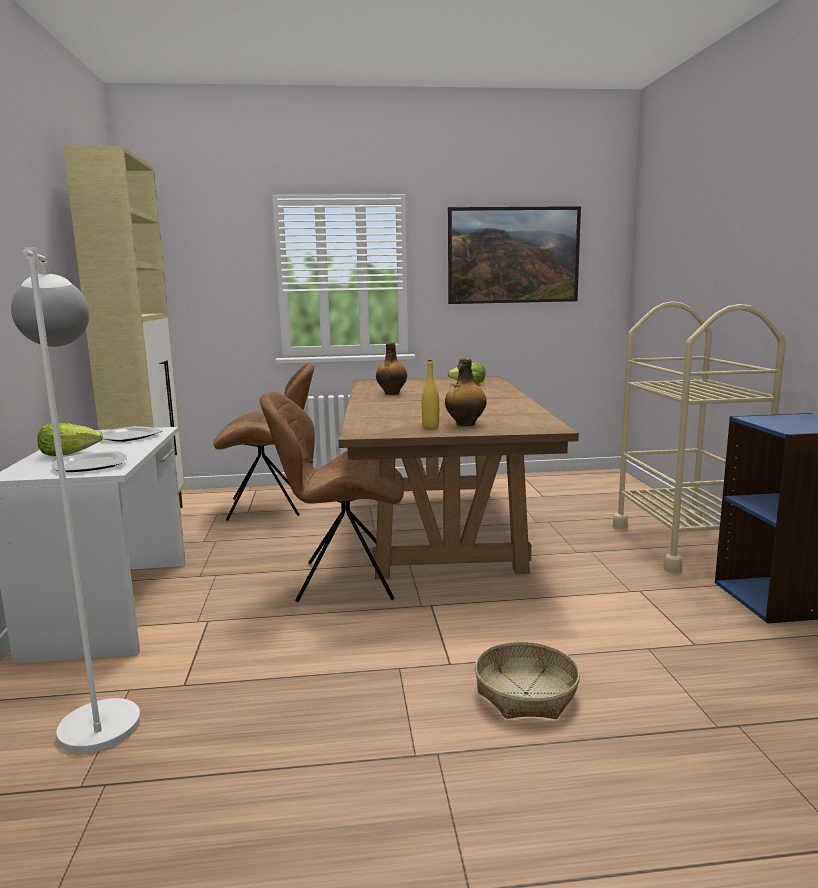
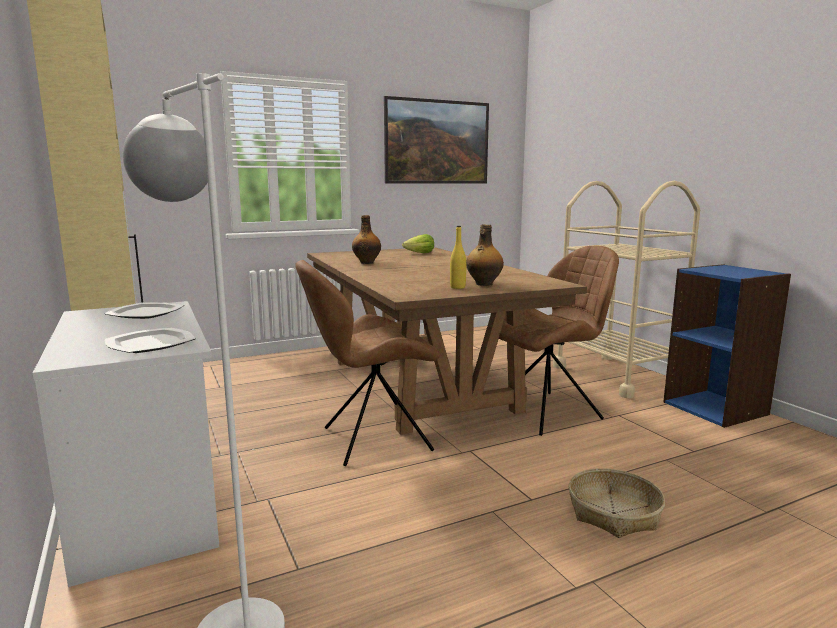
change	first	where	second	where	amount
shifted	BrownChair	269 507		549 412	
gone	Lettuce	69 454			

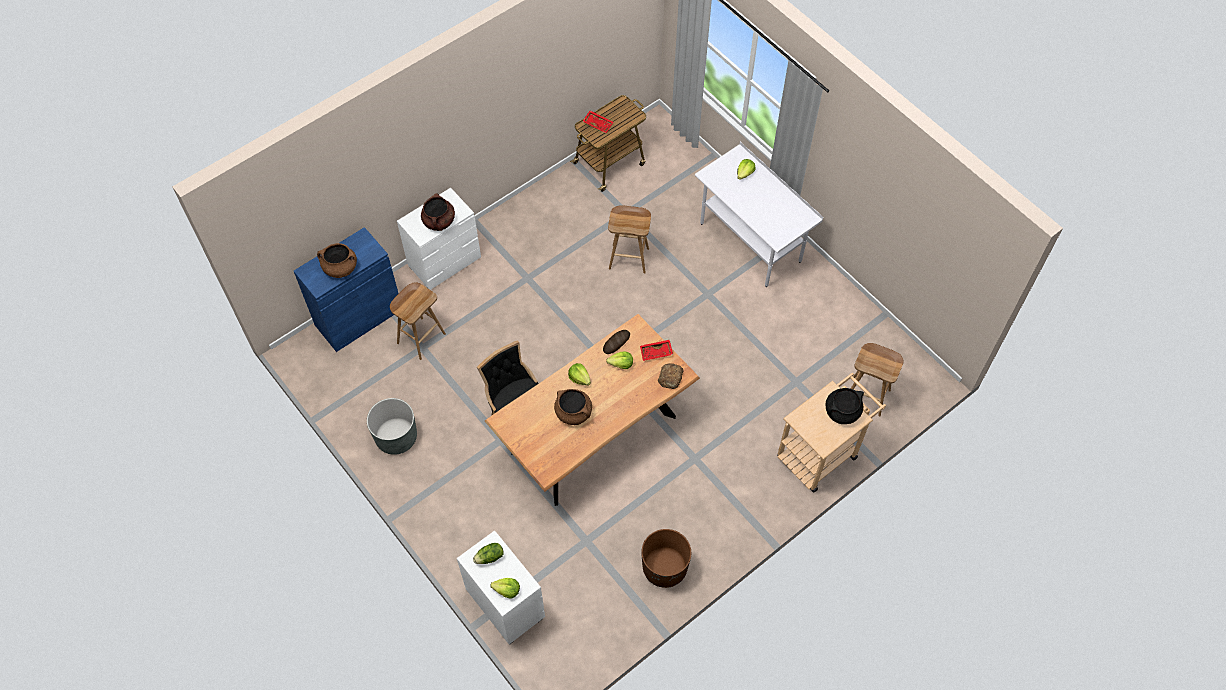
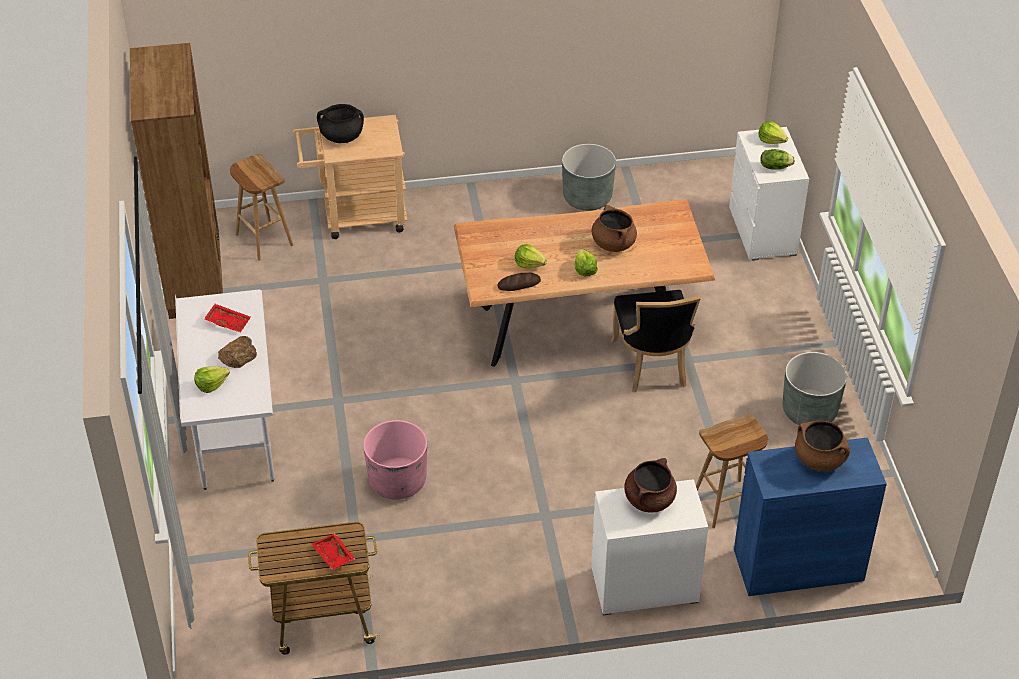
change	first	where	second	where	amount
new			BrownBookcase	195 278	
shifted	RedTray	656 353		228 321	
shifted	Bread	670 377		238 355	
swapped	BrownStool	629 258	PinkPlanter	397 481	
repainted	BrownPlanter	664 568	GreyPlanter	587 197	

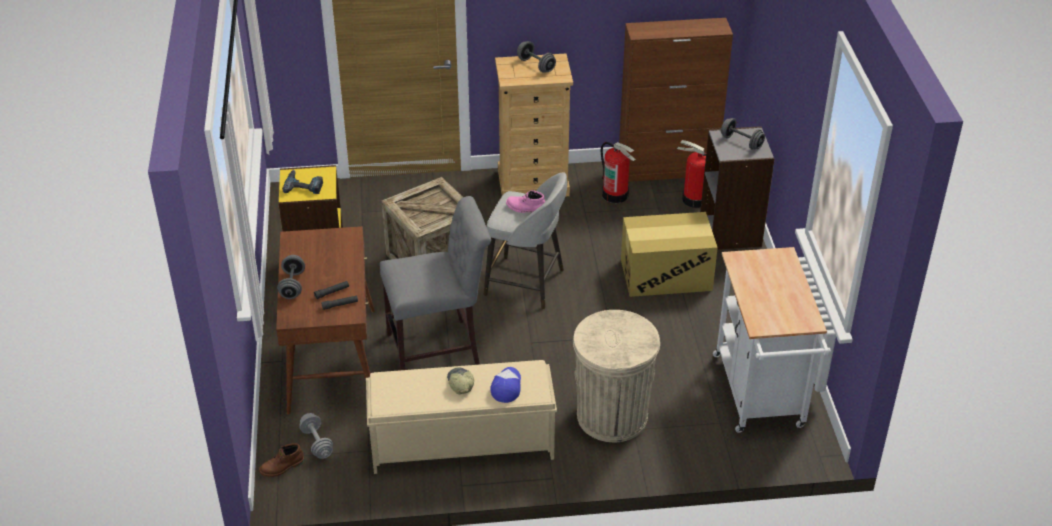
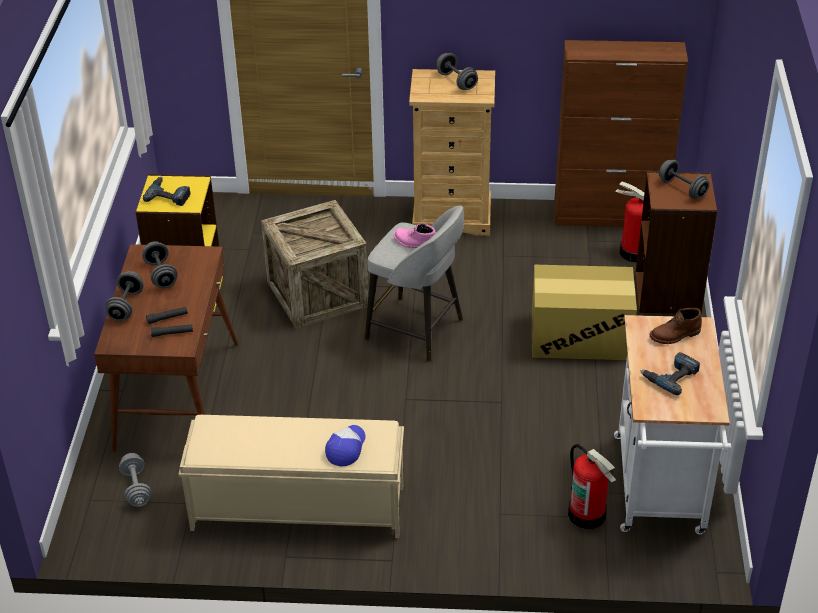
change	first	where	second	where	amount
new			GreyDumbbell	161 275	
shifted	FireExtinguisher	615 194		587 514	
repainted	GreyBookcase	731 231	BrownBookcase	669 293	
new			PowerDrill	670 376	
shifted	BrownBoot	282 467		675 336	
gone	GreyChair	439 348			
gone	Cap	460 383			
gone	BeigeTrashCan	612 416			

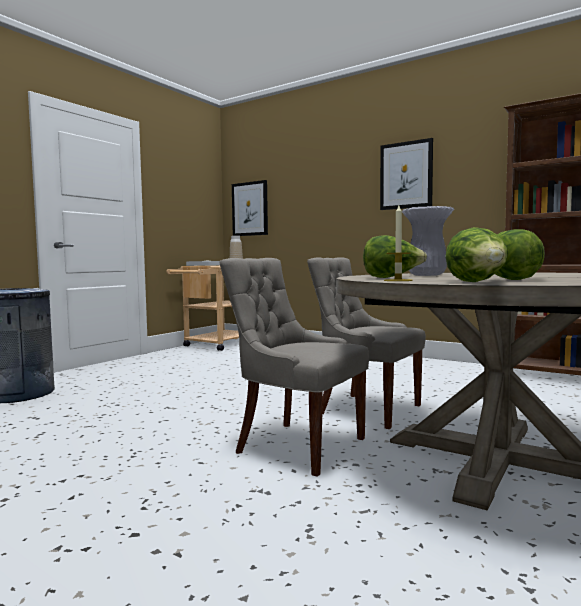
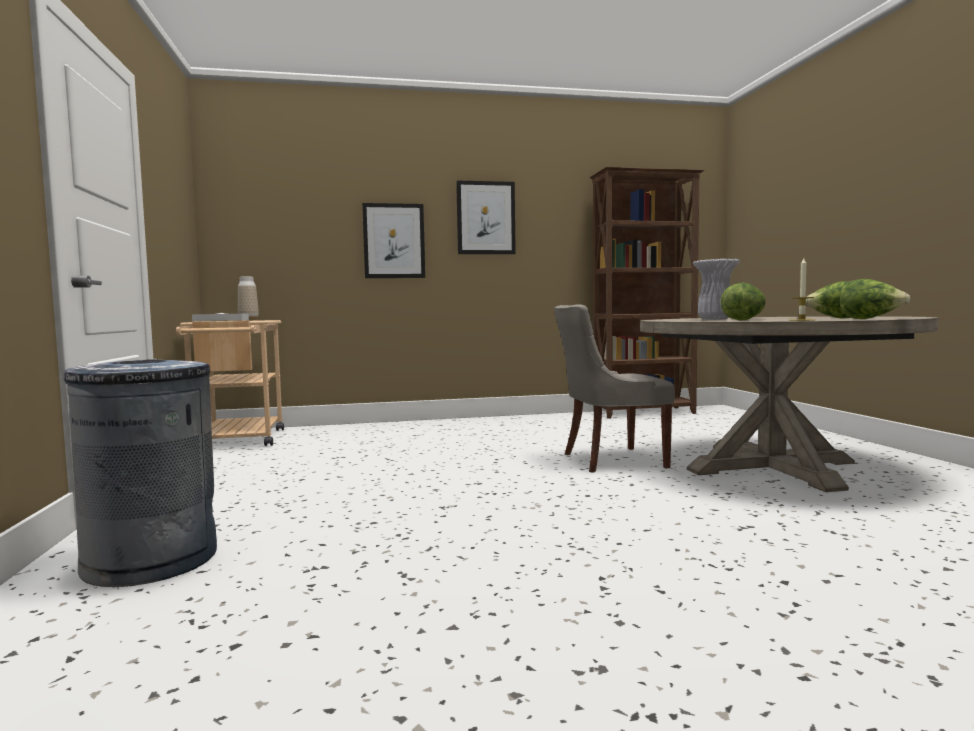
change	first	where	second	where	amount
shifted	Picture	250 209		394 241	
gone	GreyChair	297 445			

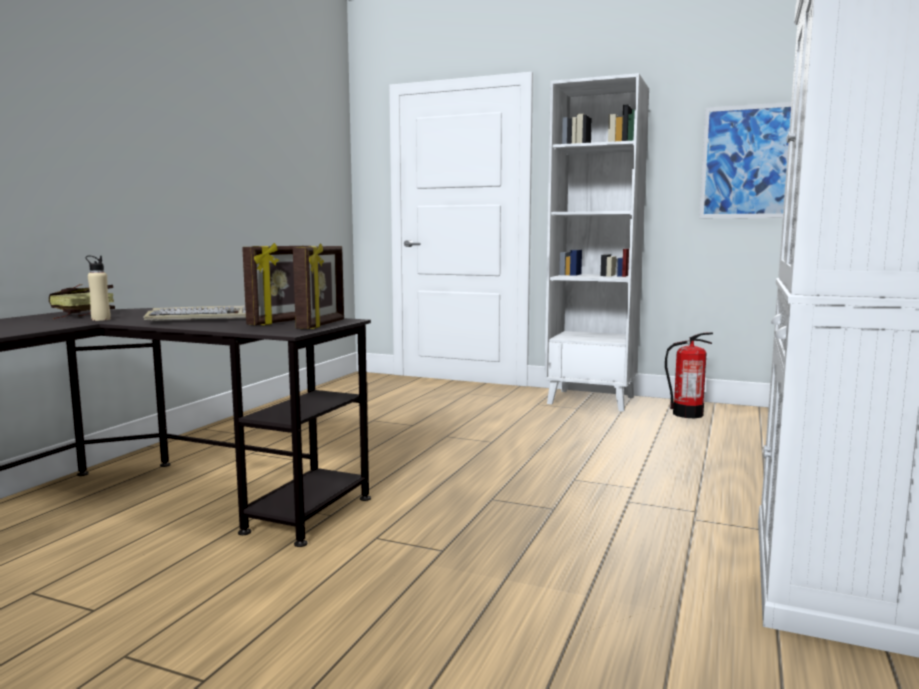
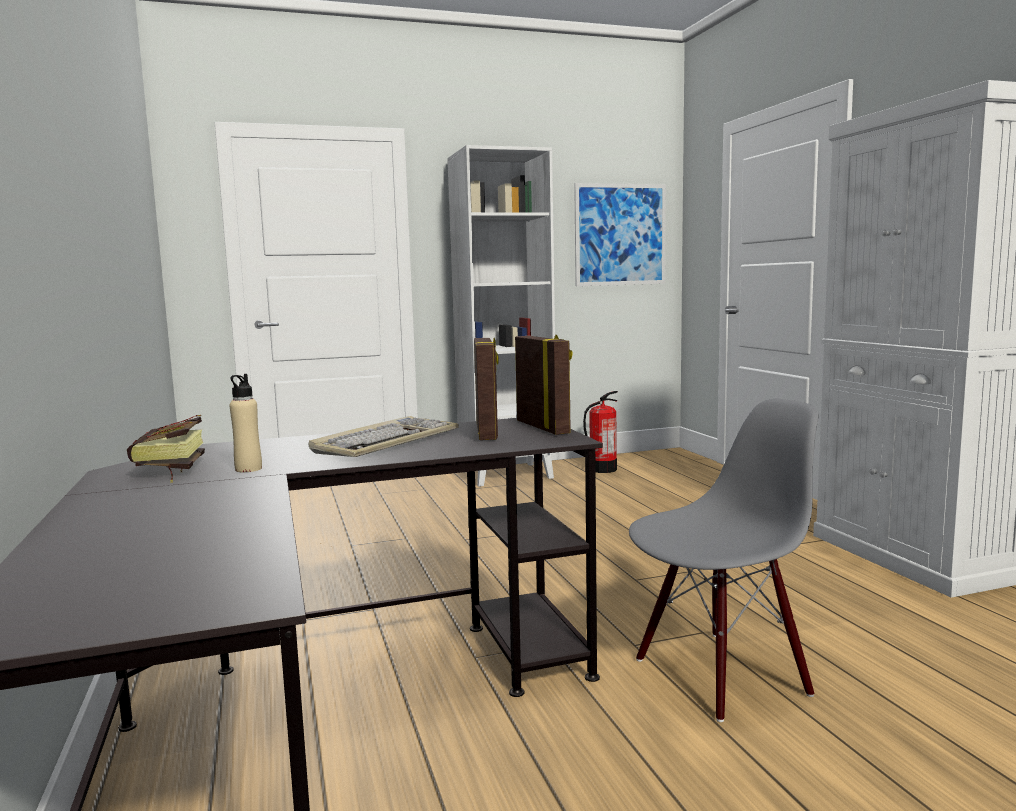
change	first	where	second	where	amount
new			GreyChair	720 674	

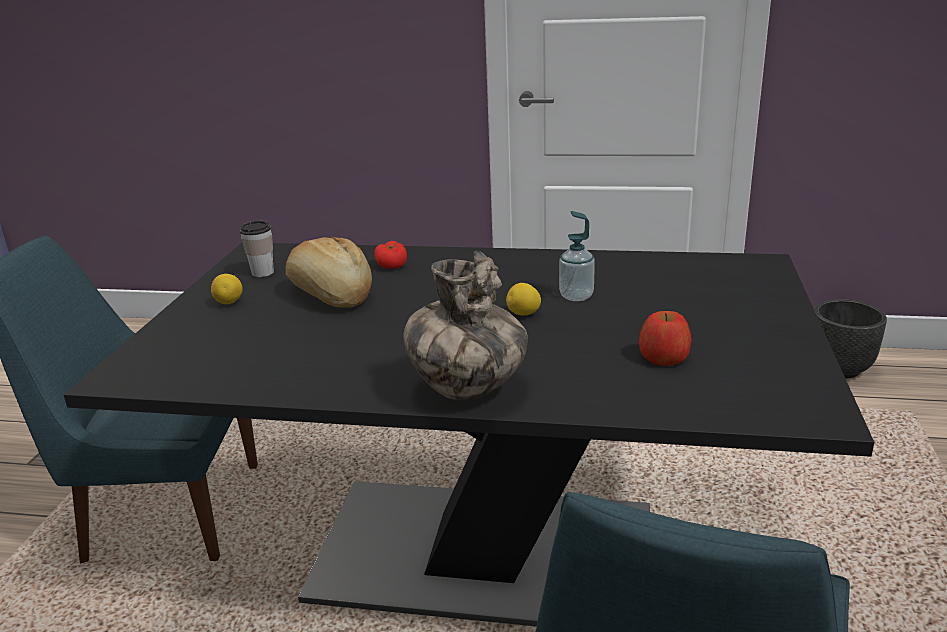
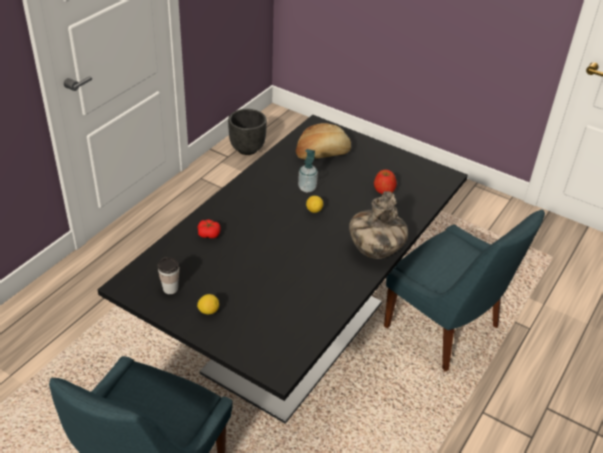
change	first	where	second	where	amount
shifted	Bread	330 295		322 154	

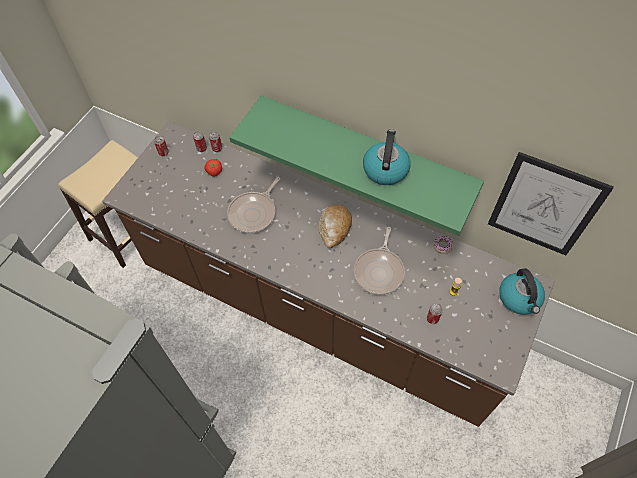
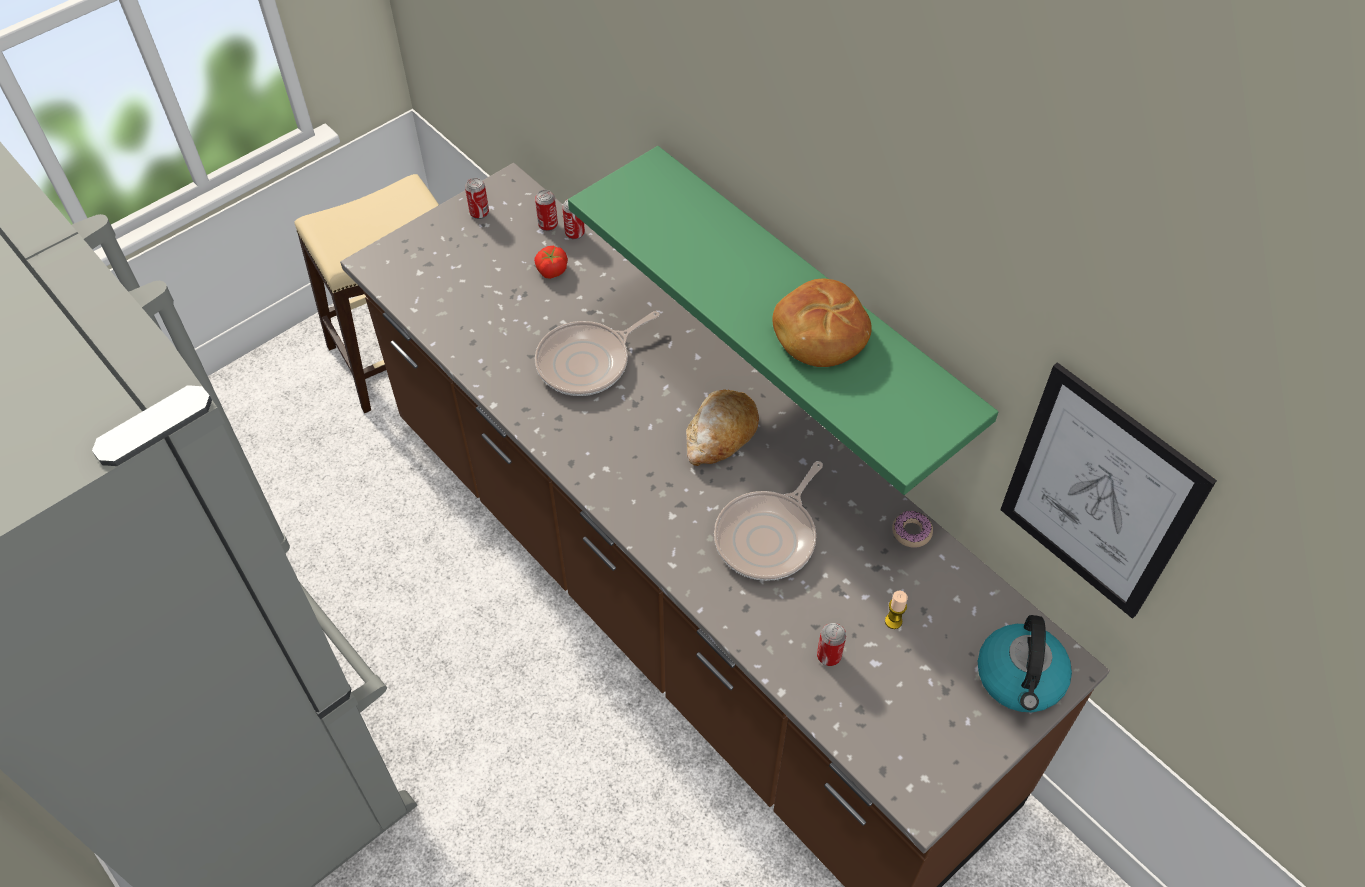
change	first	where	second	where	amount
swapped	Kettle	385 169	Bread	819 334	

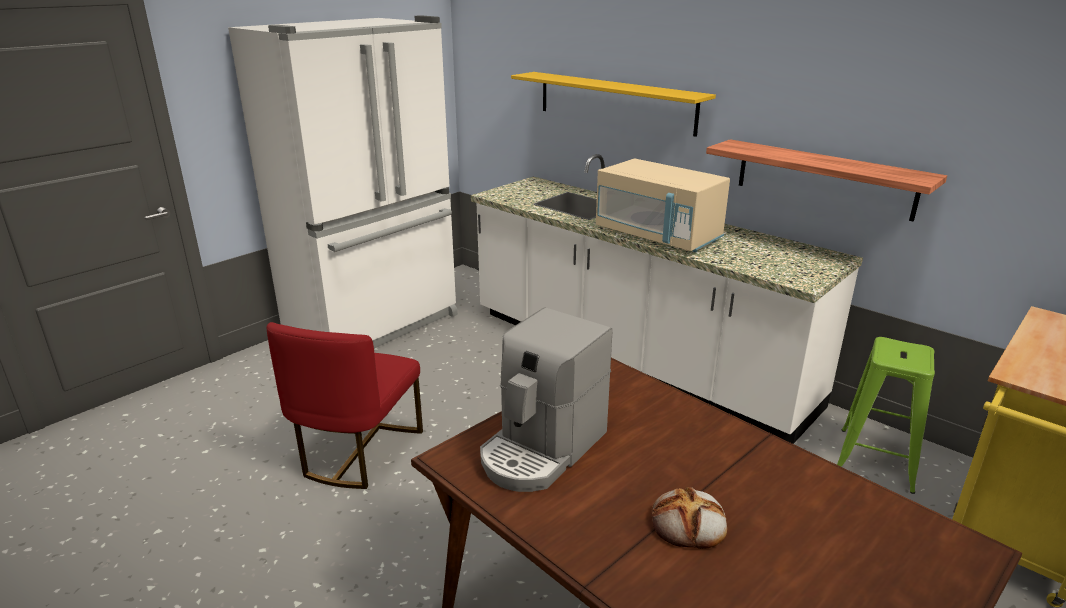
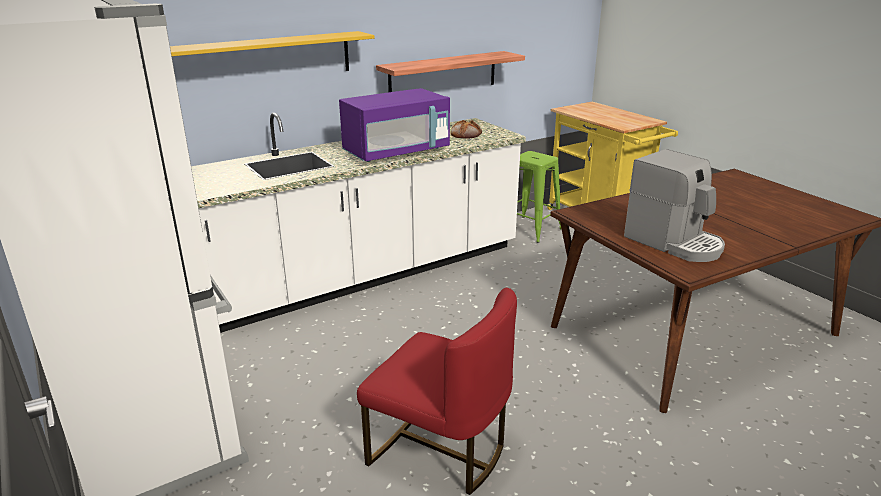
change	first	where	second	where	amount
repainted	BeigeMicrowave	658 236	PurpleMicrowave	396 152	
shifted	Bread	689 524		466 134	

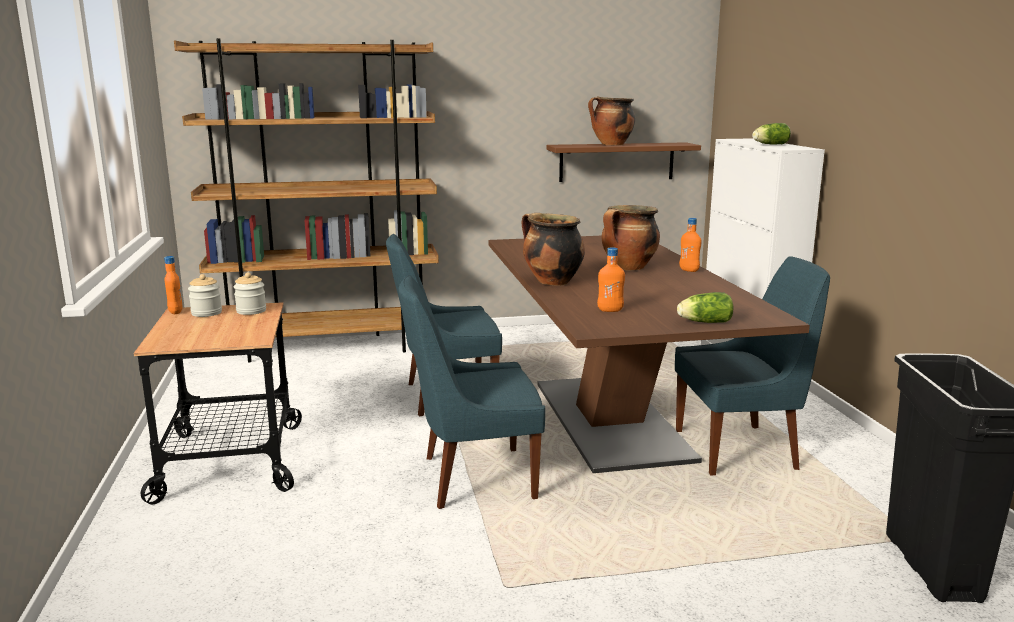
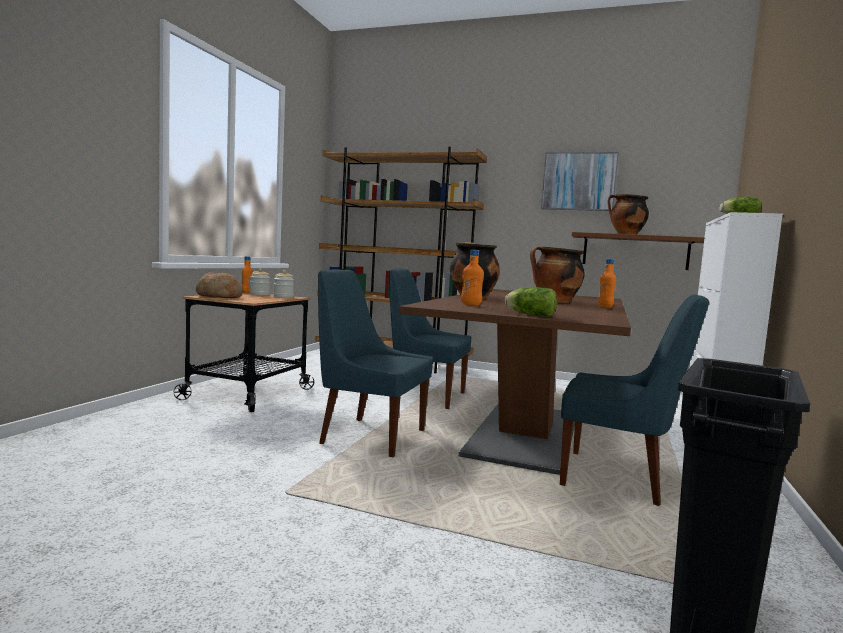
change	first	where	second	where	amount
new			Bread	219 296	
new			Picture	579 181	

